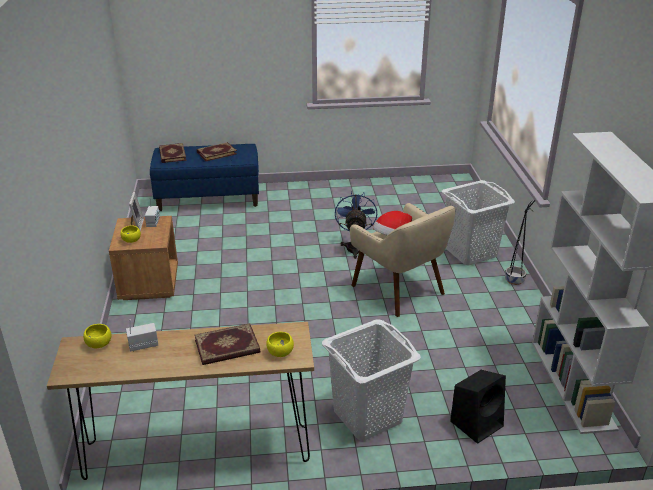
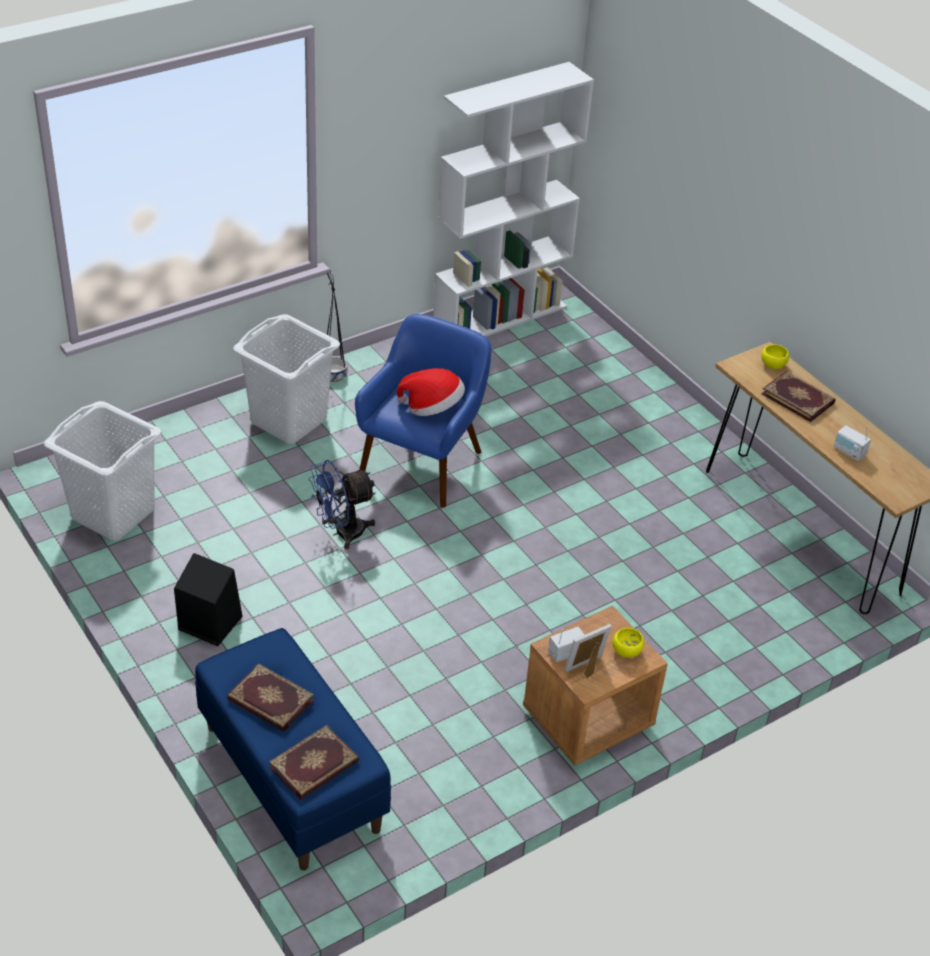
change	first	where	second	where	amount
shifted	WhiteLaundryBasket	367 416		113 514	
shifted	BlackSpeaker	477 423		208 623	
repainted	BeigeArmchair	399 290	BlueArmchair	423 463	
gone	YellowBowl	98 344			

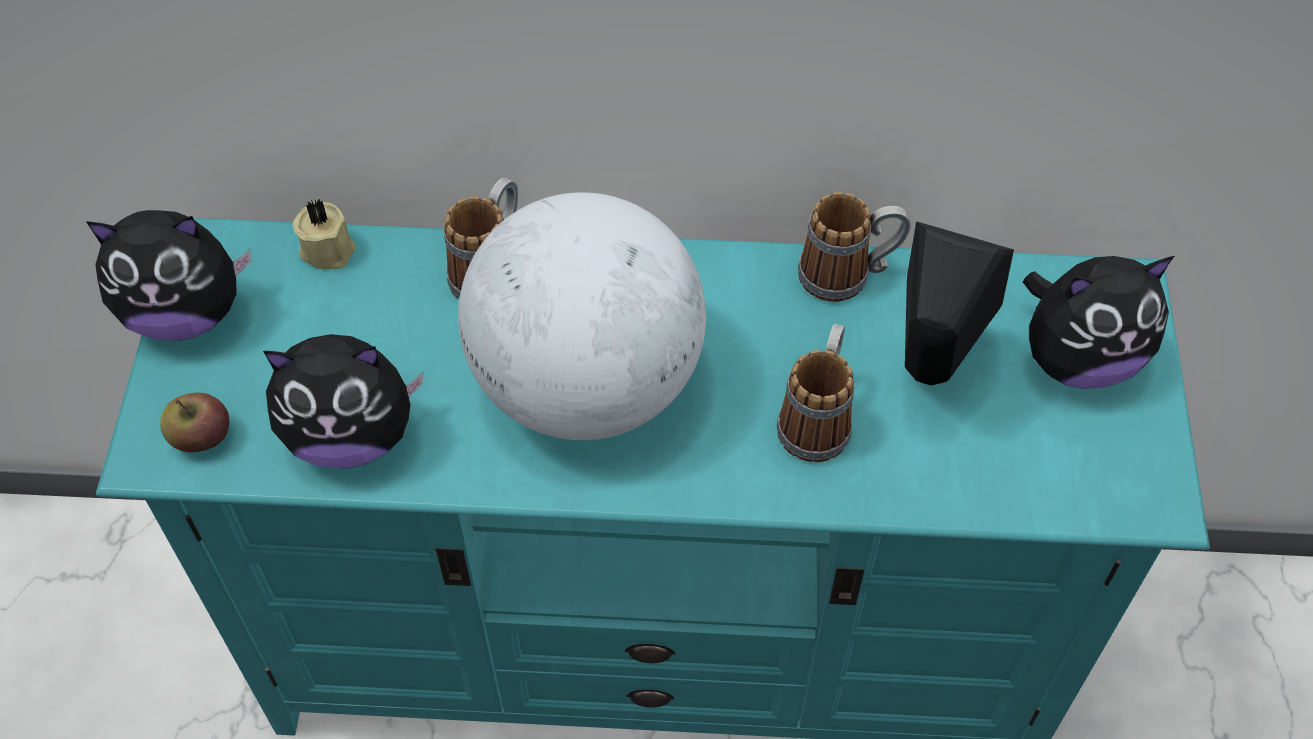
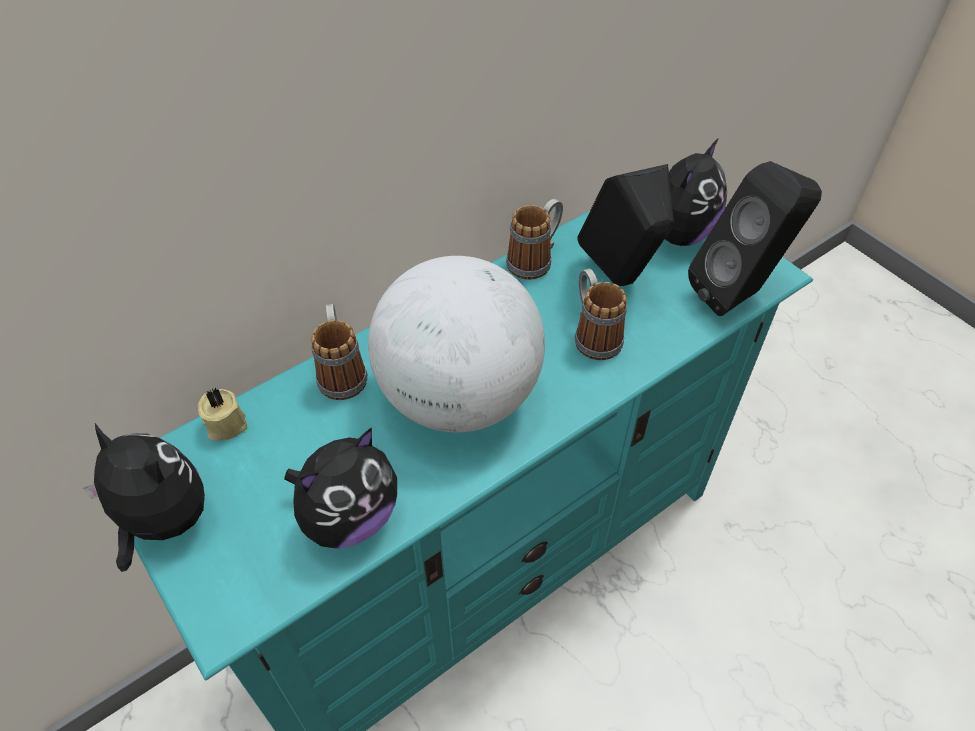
change	first	where	second	where	amount
rotated	PlushToy	186 313		162 522	105 degrees counterclockwise
new			BlackSpeaker	739 293	
gone	Apple	201 438			

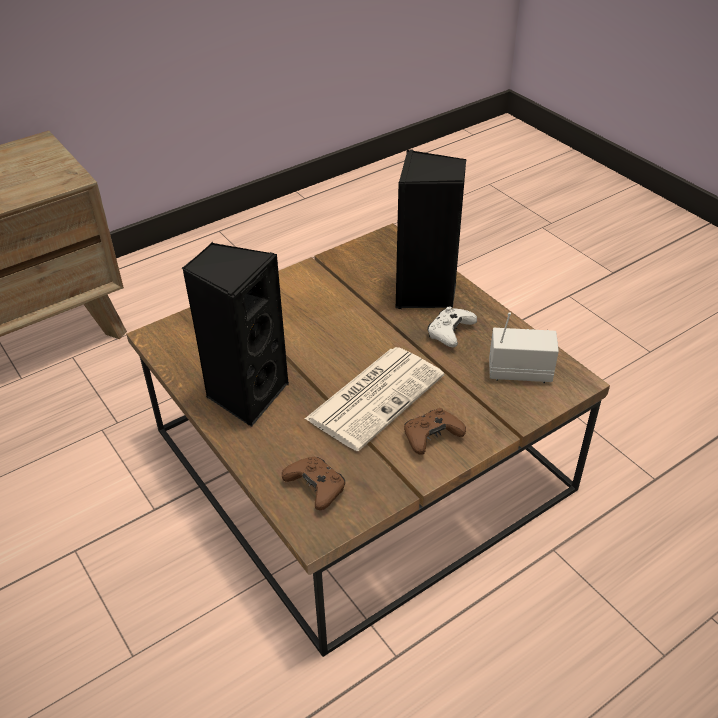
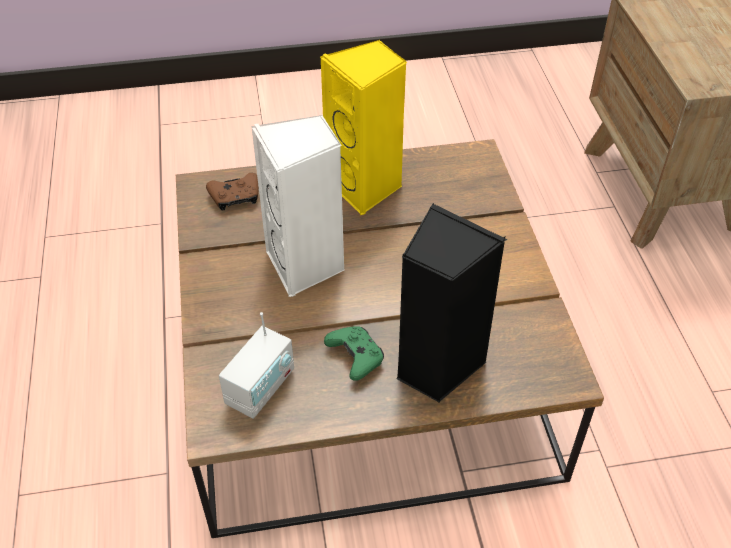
change	first	where	second	where	amount
swapped	Newspaper	376 396	WhiteSpeaker	306 266	
repainted	BlackSpeaker	246 394	YellowSpeaker	366 188	
repainted	WhiteGameController	450 333	GreenGameController	356 357	
gone	BrownGameController	431 437			

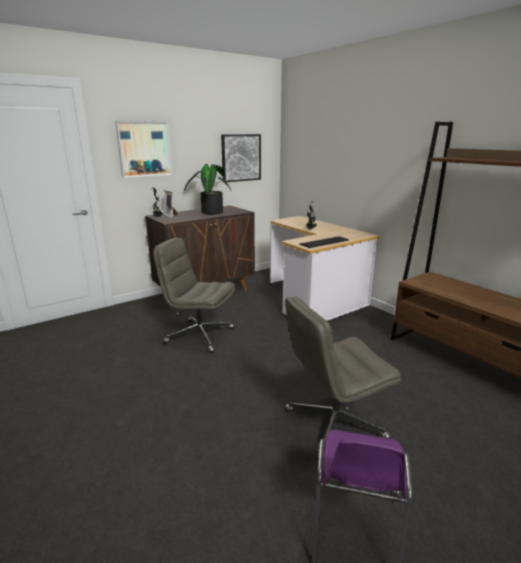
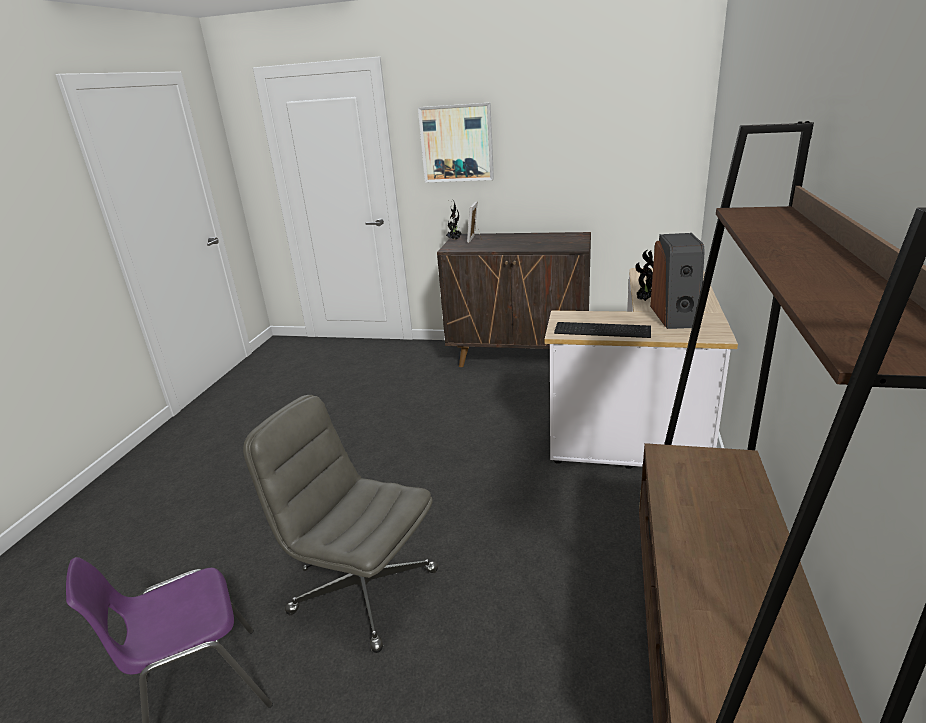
change	first	where	second	where	amount
new			Speaker	675 316	
gone	GreyOfficeChair	199 336			
gone	PottedPlant	210 212			
gone	Picture	241 158			

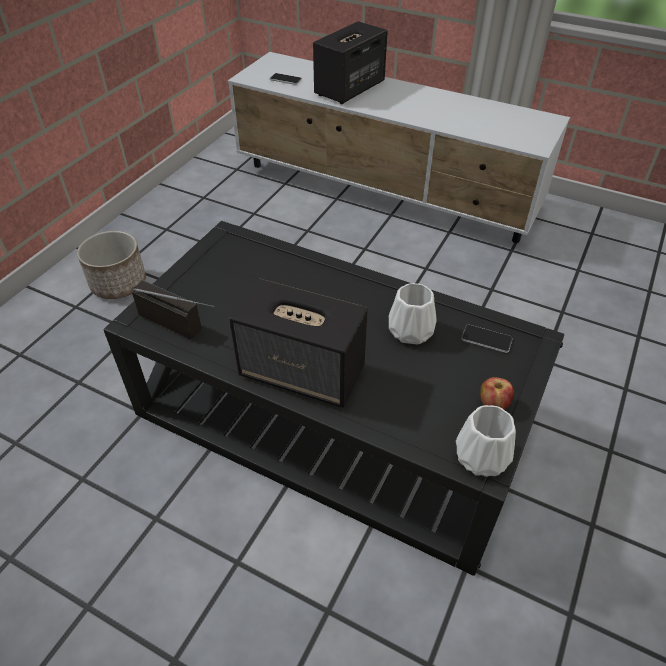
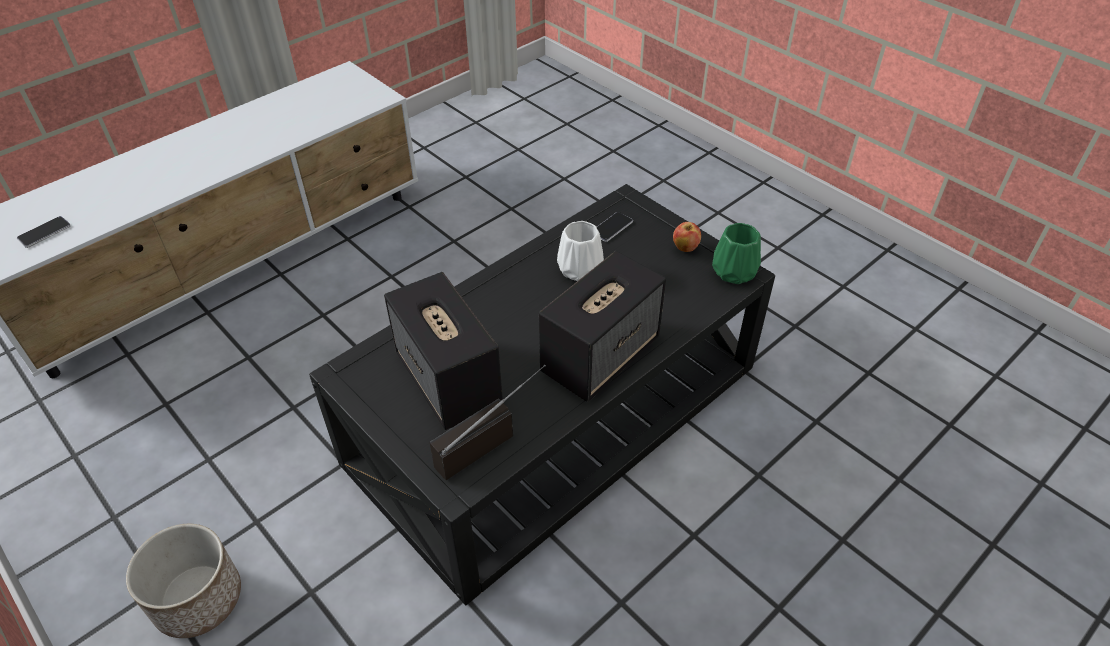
change	first	where	second	where	amount
shifted	Speaker	349 89		449 381	
repainted	WhiteVase	483 457	GreenVase	734 271	

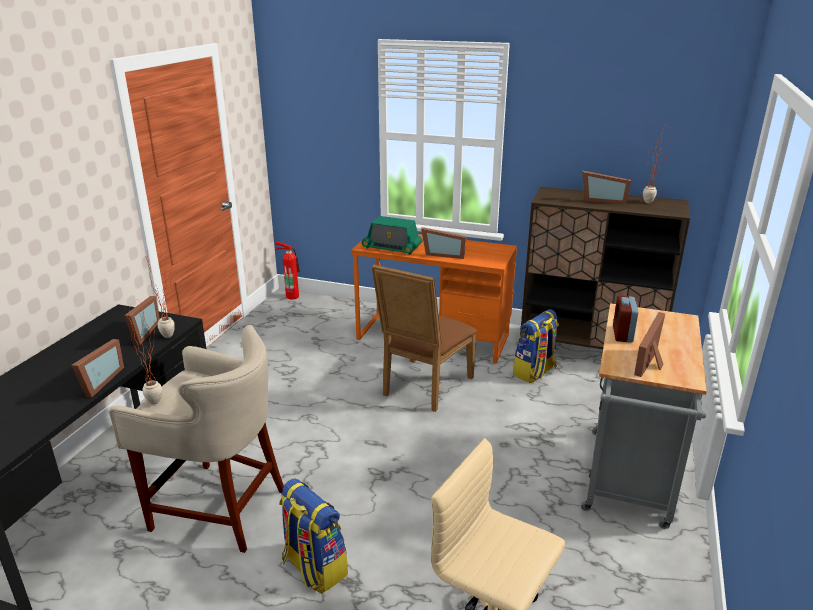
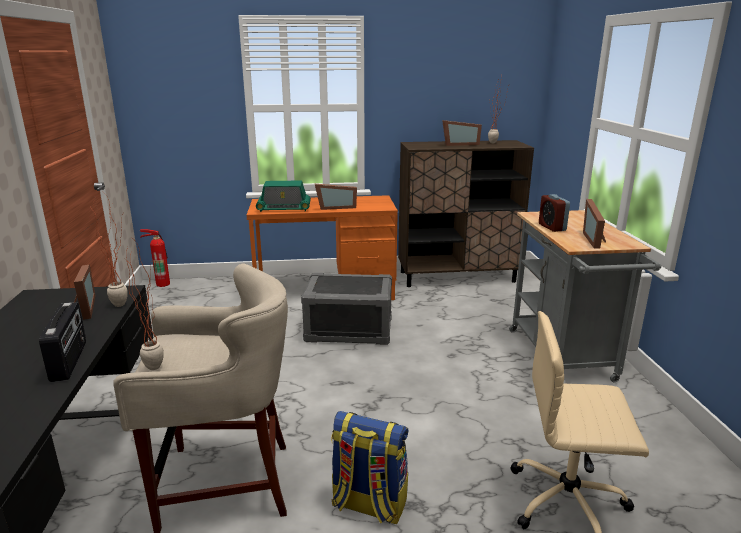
change	first	where	second	where	amount
swapped	PictureFrame	98 382	Radio	70 361	
swapped	BrownChair	423 387	GreyStorageBox	348 330	
gone	Backpack	534 372			

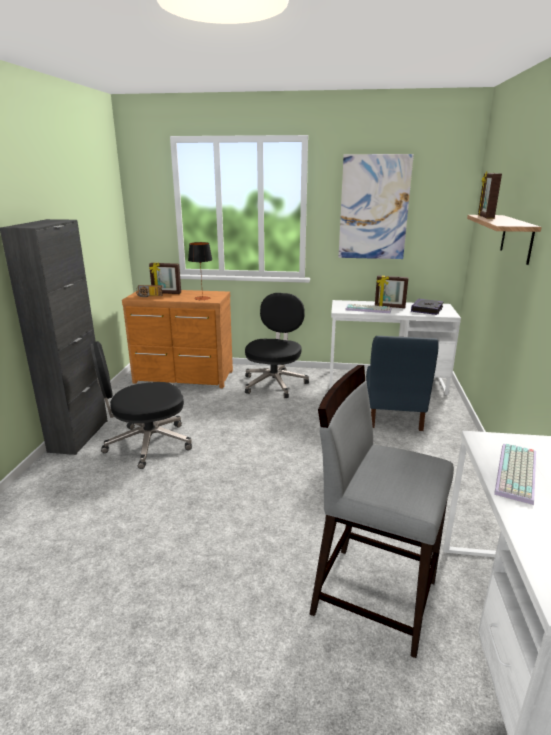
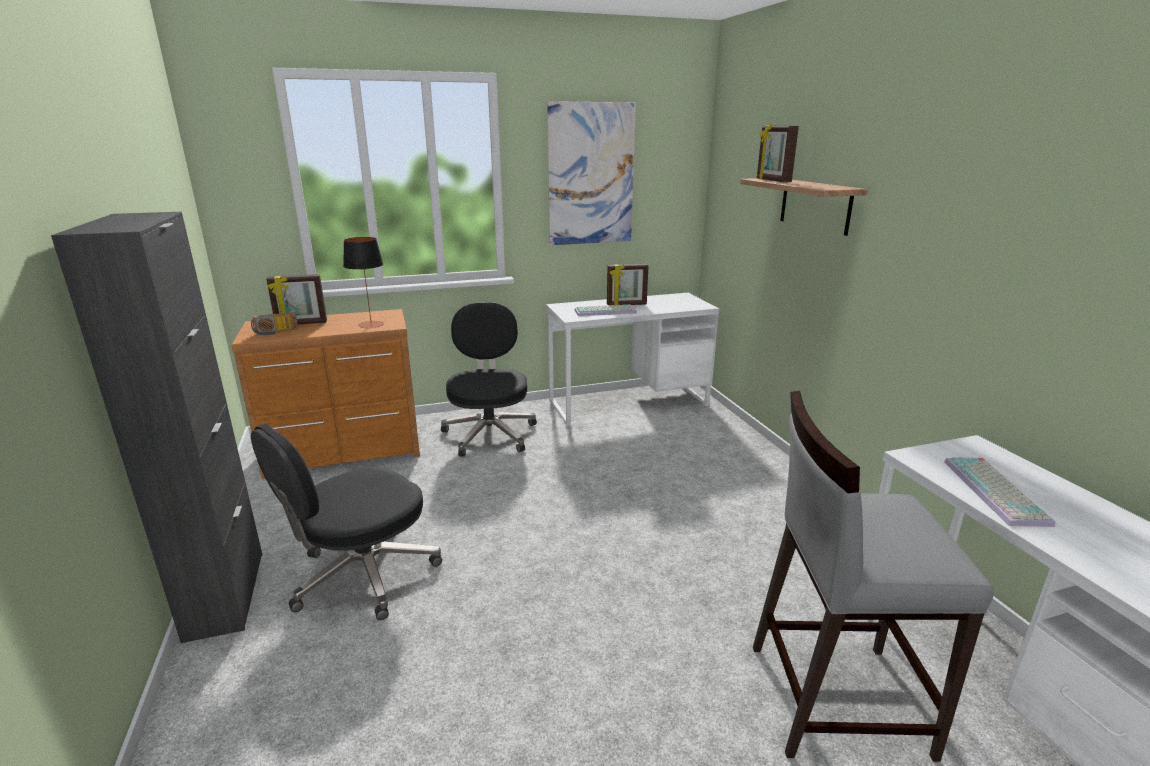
change	first	where	second	where	amount
gone	BlueChair	394 416			
gone	Book	427 309			

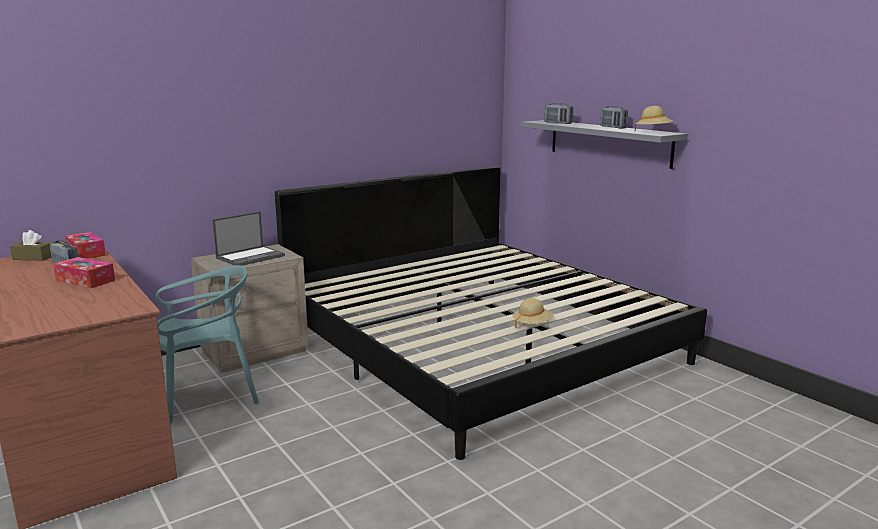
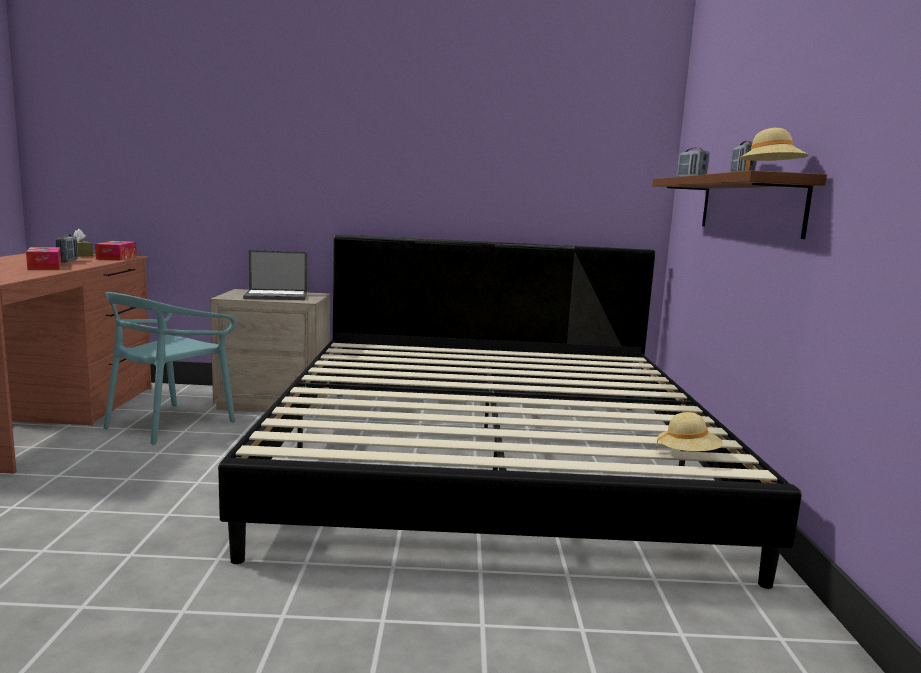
change	first	where	second	where	amount
rotated	TurquoiseChair	209 396		169 423	105 degrees clockwise
repainted	GreyShelf	608 142	BrownShelf	748 205	
shifted	BeigeHat	532 324		687 455	

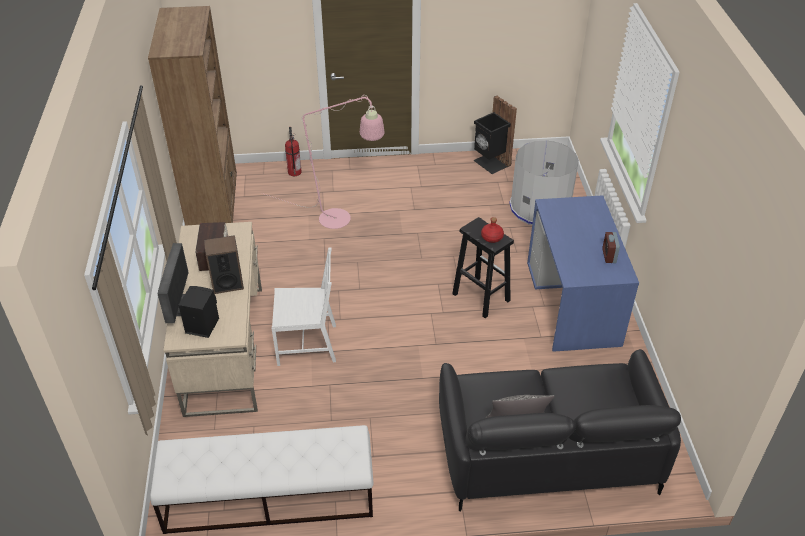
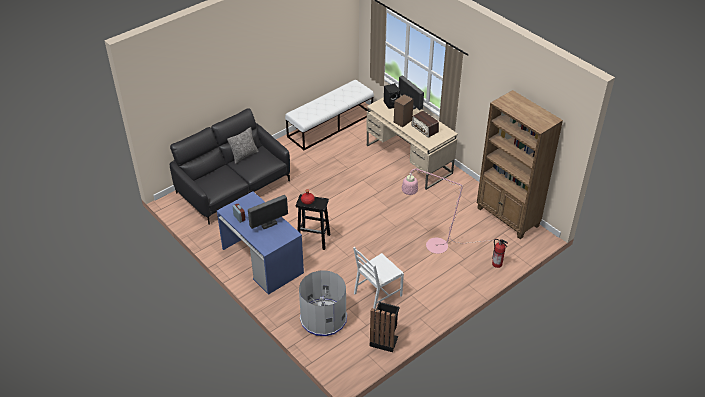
change	first	where	second	where	amount
new			Monitor	269 224	
shifted	WhiteChair	308 344		377 294	

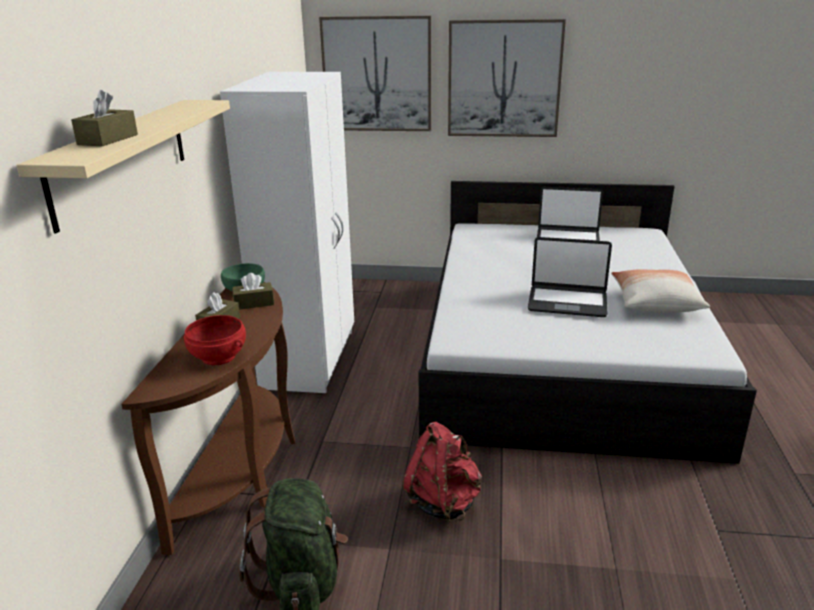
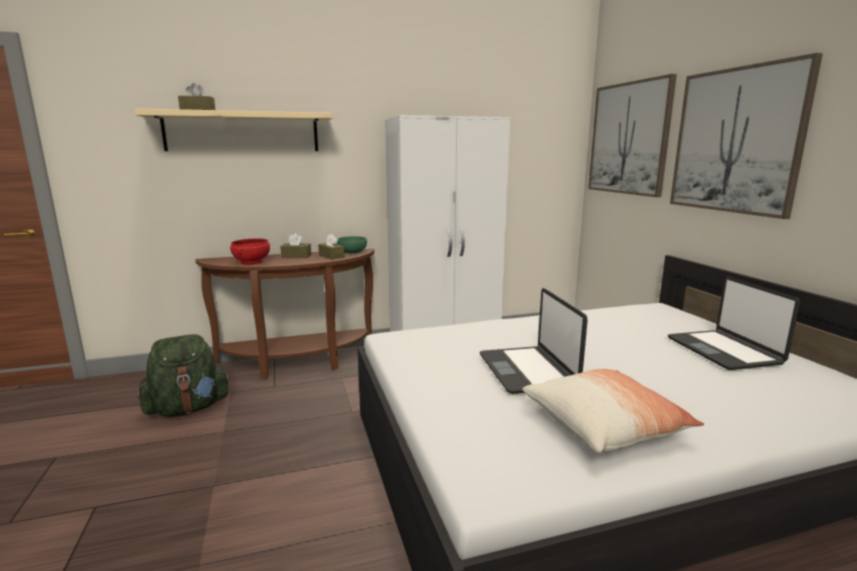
change	first	where	second	where	amount
gone	RedBackpack	443 502			

